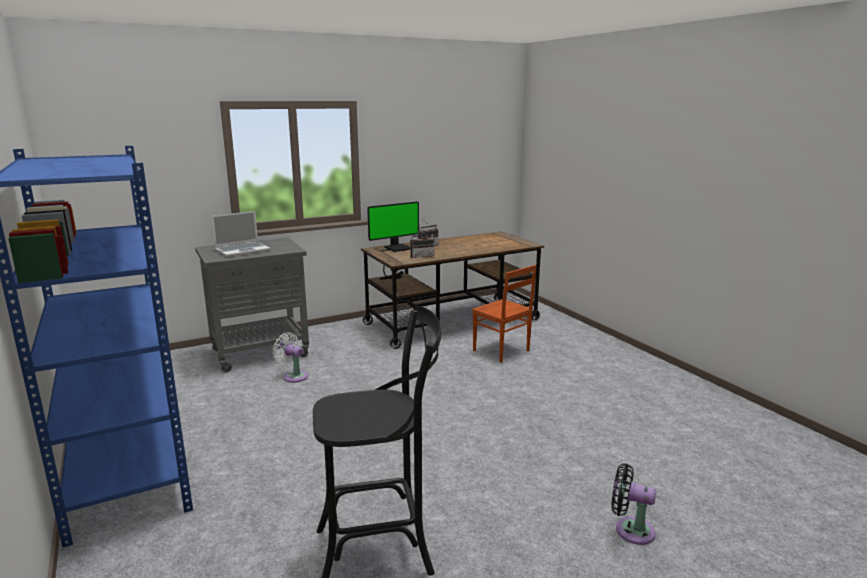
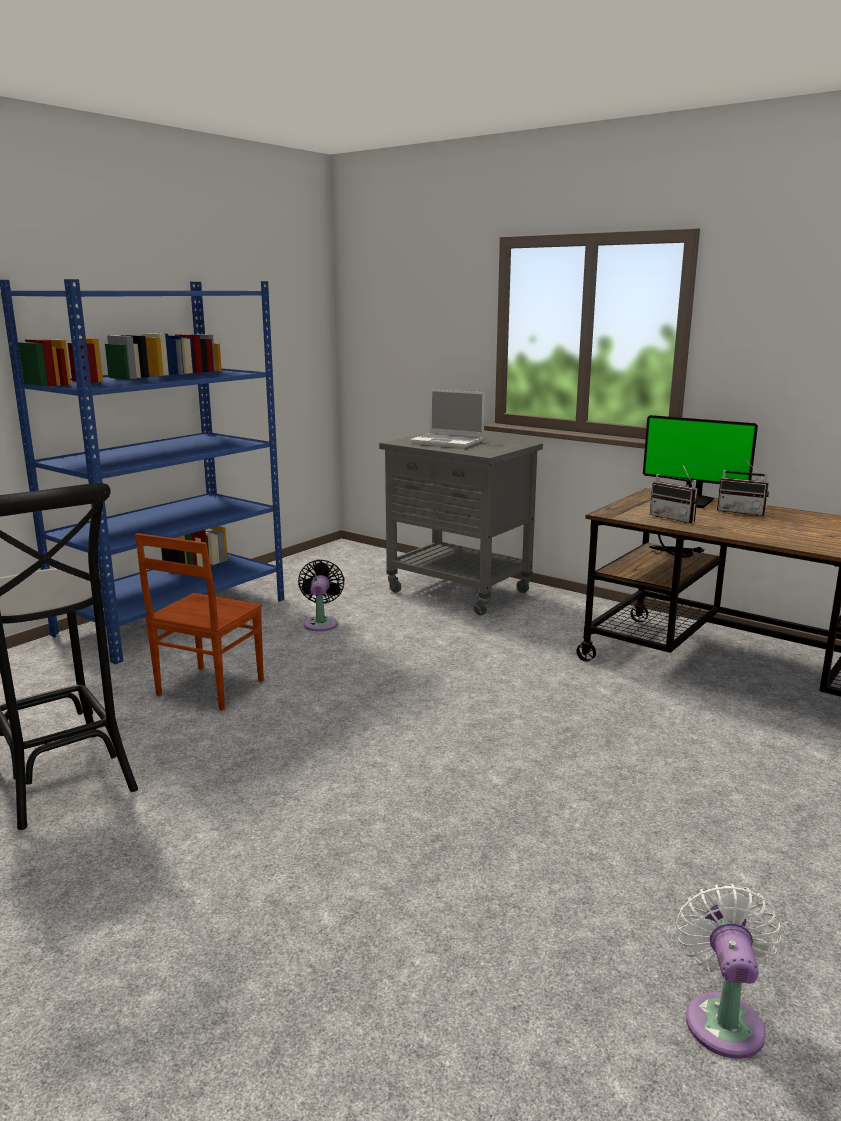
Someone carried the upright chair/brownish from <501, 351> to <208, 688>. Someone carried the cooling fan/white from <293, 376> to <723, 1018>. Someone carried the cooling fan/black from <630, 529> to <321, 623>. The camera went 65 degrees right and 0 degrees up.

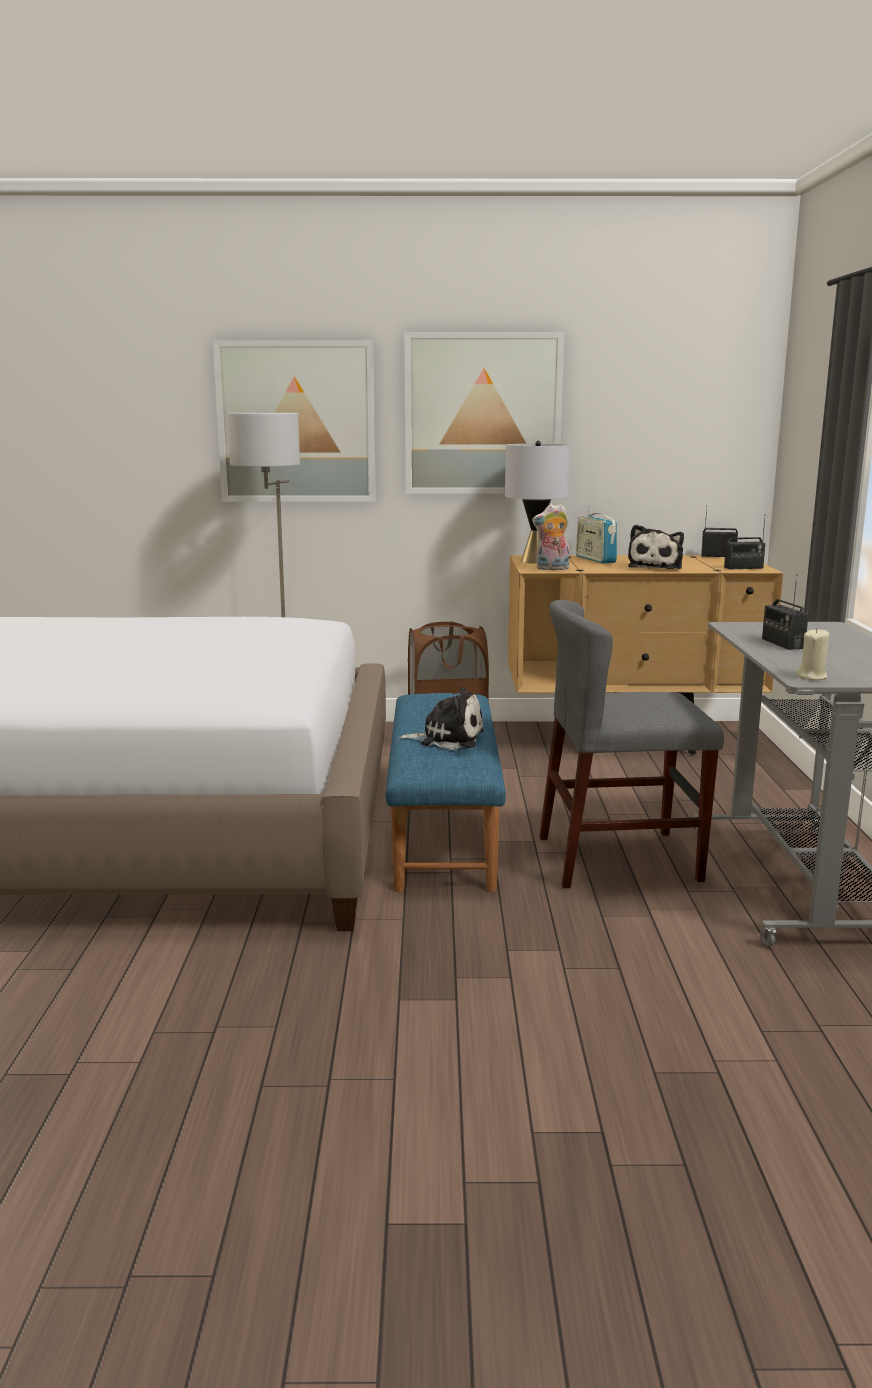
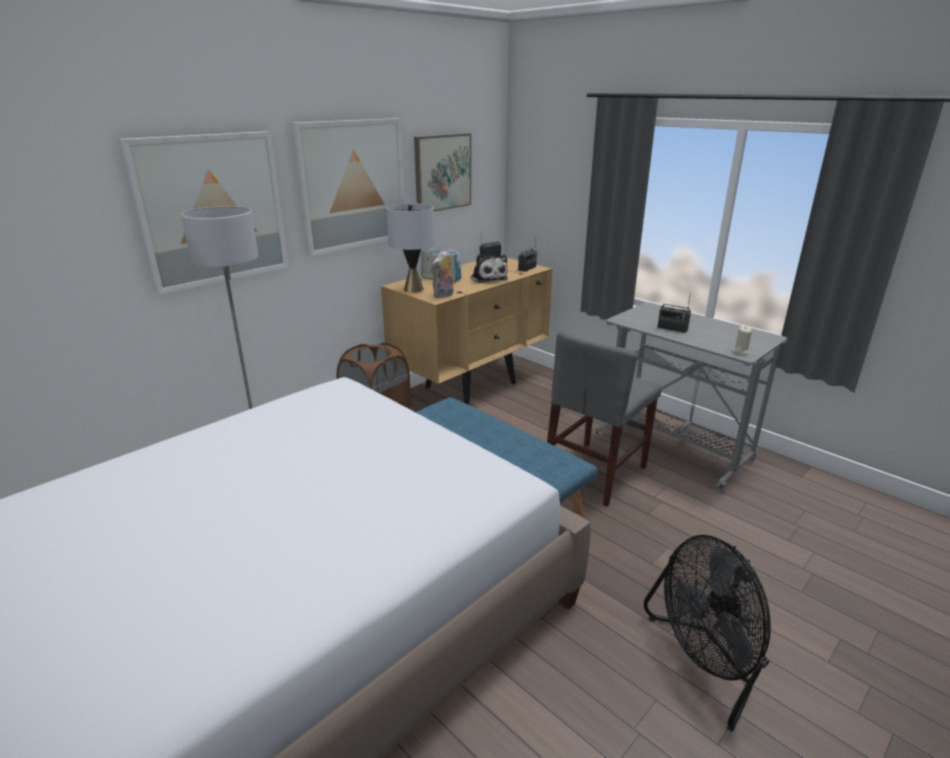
Someone took away the cuddly toy at <447, 738>. Someone put up the wall picture at <442, 172>. Someone put down the cooling fan/black at <707, 658>. The camera went 45 degrees left and 10 degrees up.

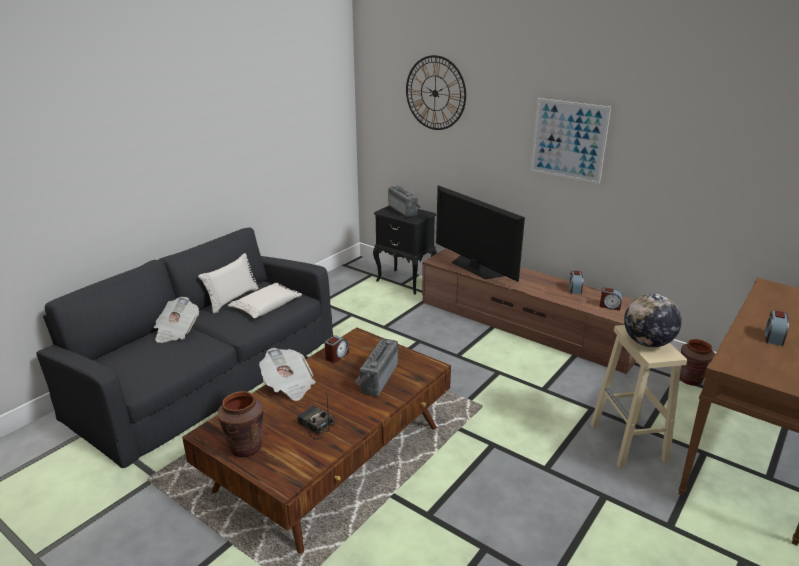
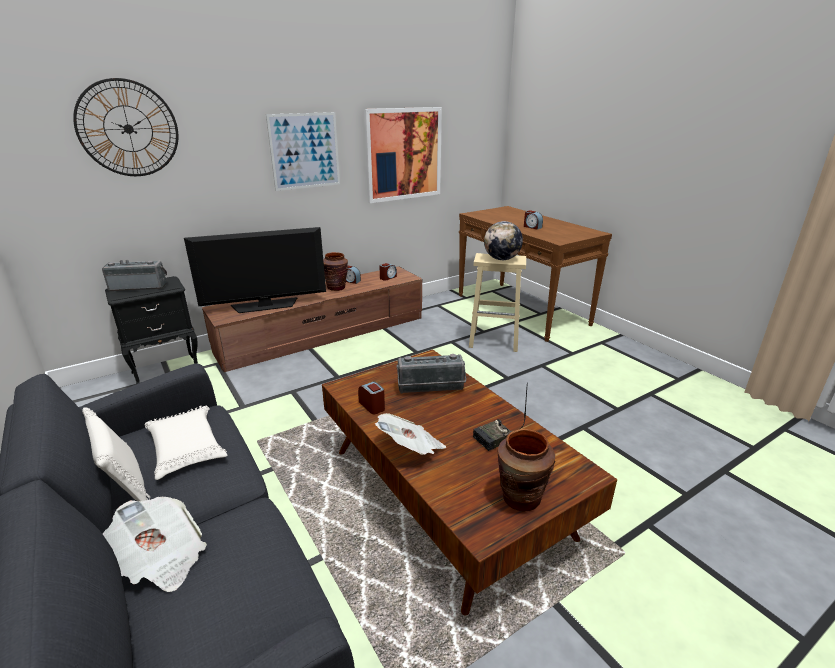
Someone rotated the radio set at <376, 378> by 45 degrees counterclockwise. Someone carried the decorative vase/brownish from <690, 380> to <336, 288>. Someone put up the wall picture at <403, 154>. The camera went 70 degrees left and 0 degrees up.

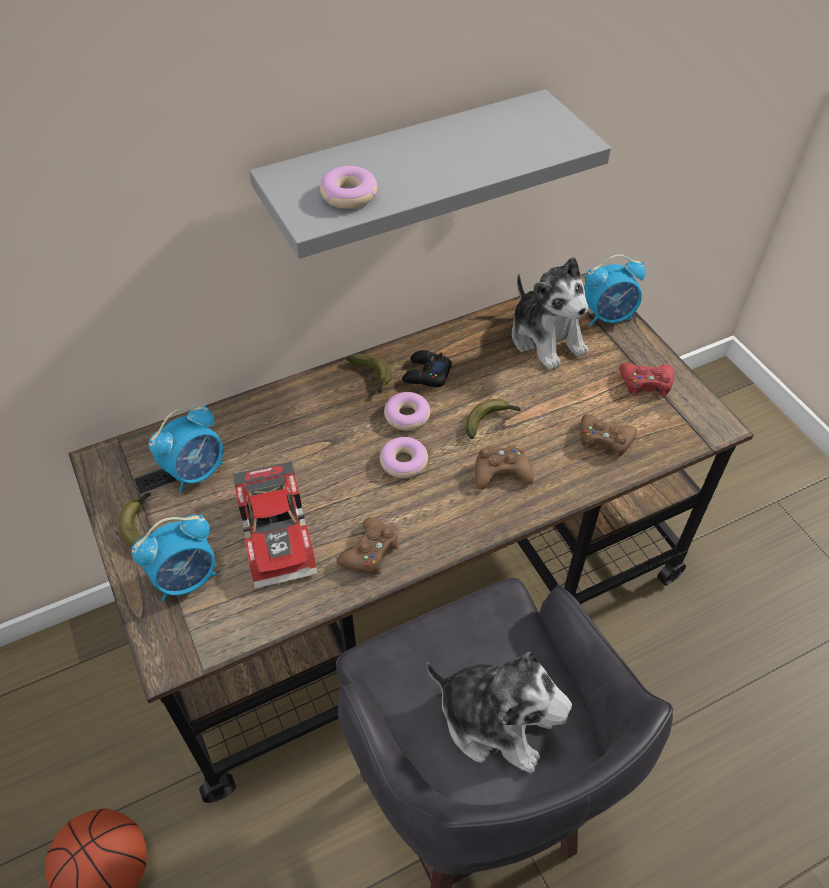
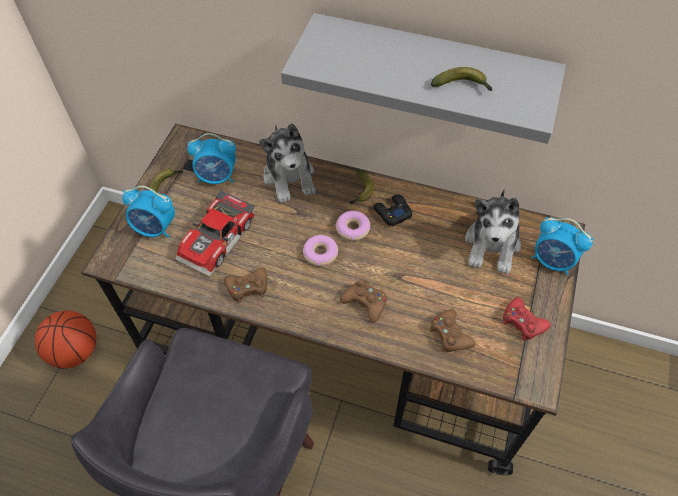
Someone took away the doughnut at <349, 195>. Someone carried the whole banana from <490, 421> to <463, 86>. Someone carried the cuddly toy from <496, 719> to <290, 177>. The camera went 45 degrees right and 5 degrees up.

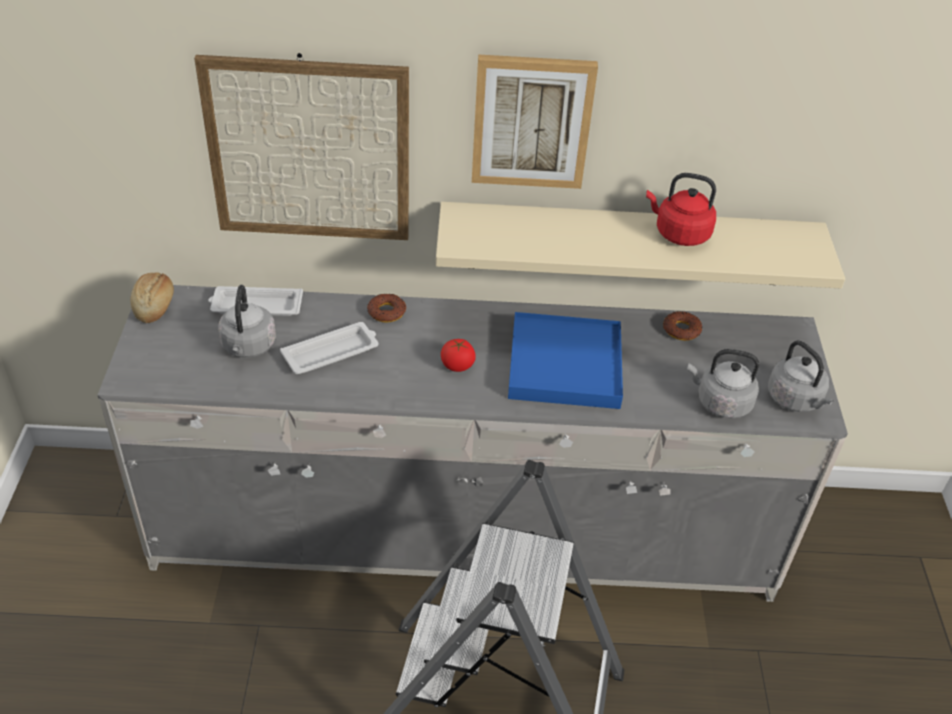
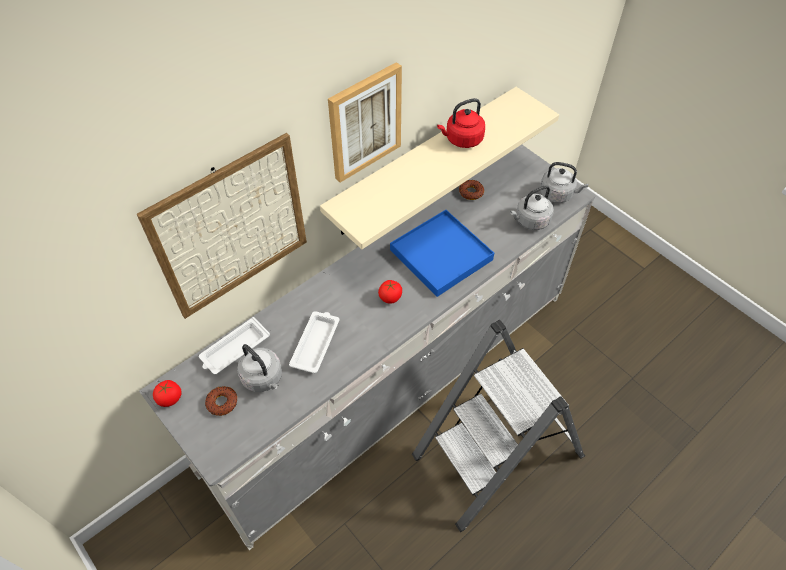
Someone swapped the bakery bread at <155, 305> for the tomato at <170, 398>. Someone carried the doughnut from <386, 312> to <222, 402>. The camera went 40 degrees left and 10 degrees up.

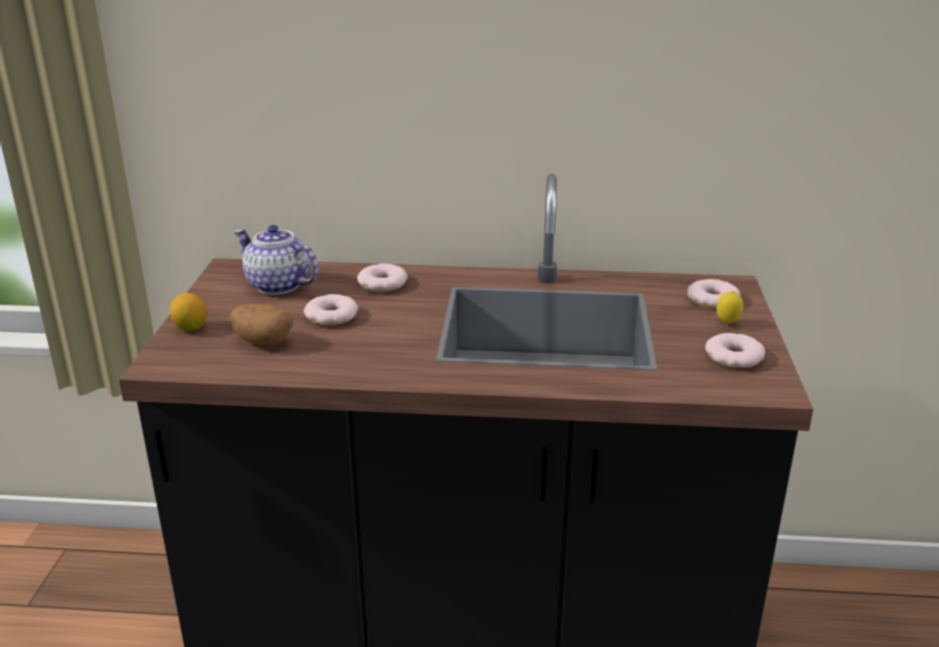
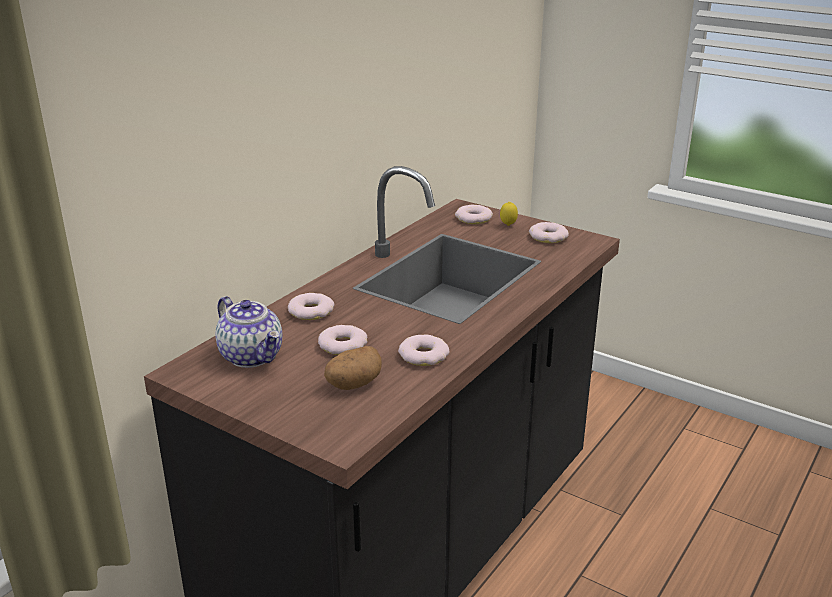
Someone rotated the tea pot at <277, 285> by 105 degrees counterclockwise. Someone took away the lemon at <191, 328>. Someone put down the doughnut at <424, 355>. The camera went 60 degrees left and 0 degrees up.

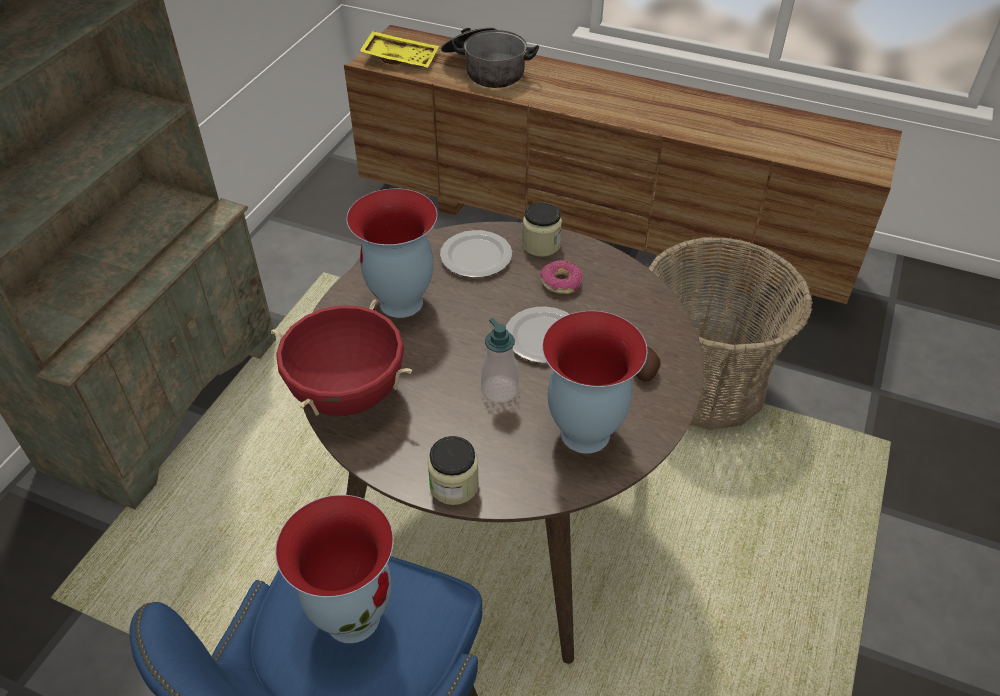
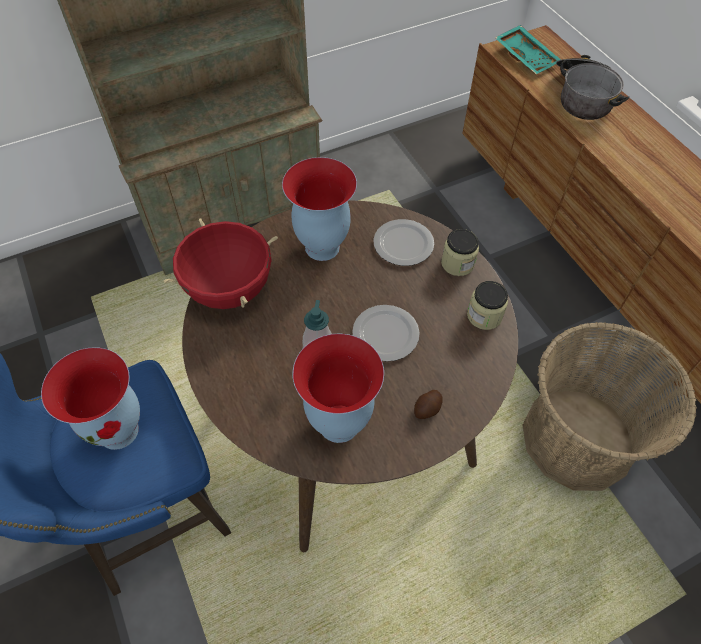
Someone repainted the serving tray/yellow at <401, 58>, which became the serving tray/blue-green at <526, 57>. Someone took away the doughnut at <561, 282>. Someone carried the jar from <454, 485> to <484, 315>. The camera went 40 degrees right and 10 degrees up.

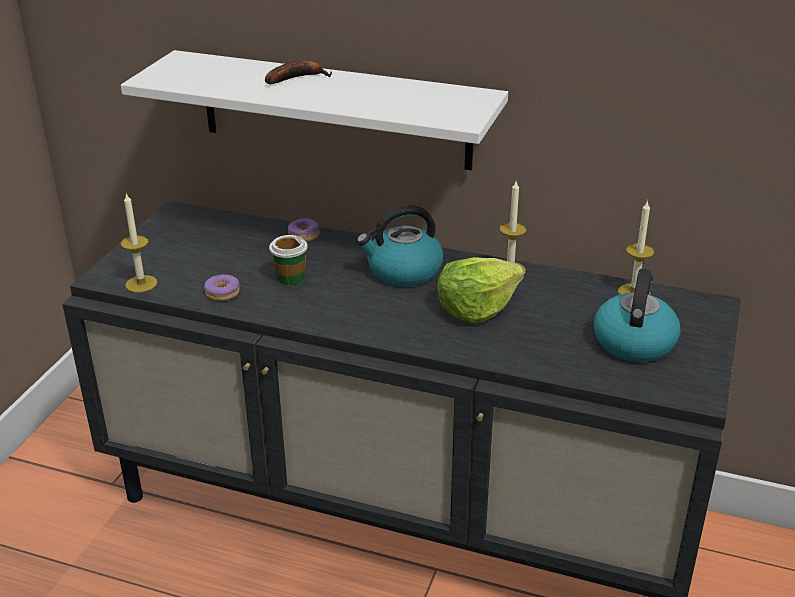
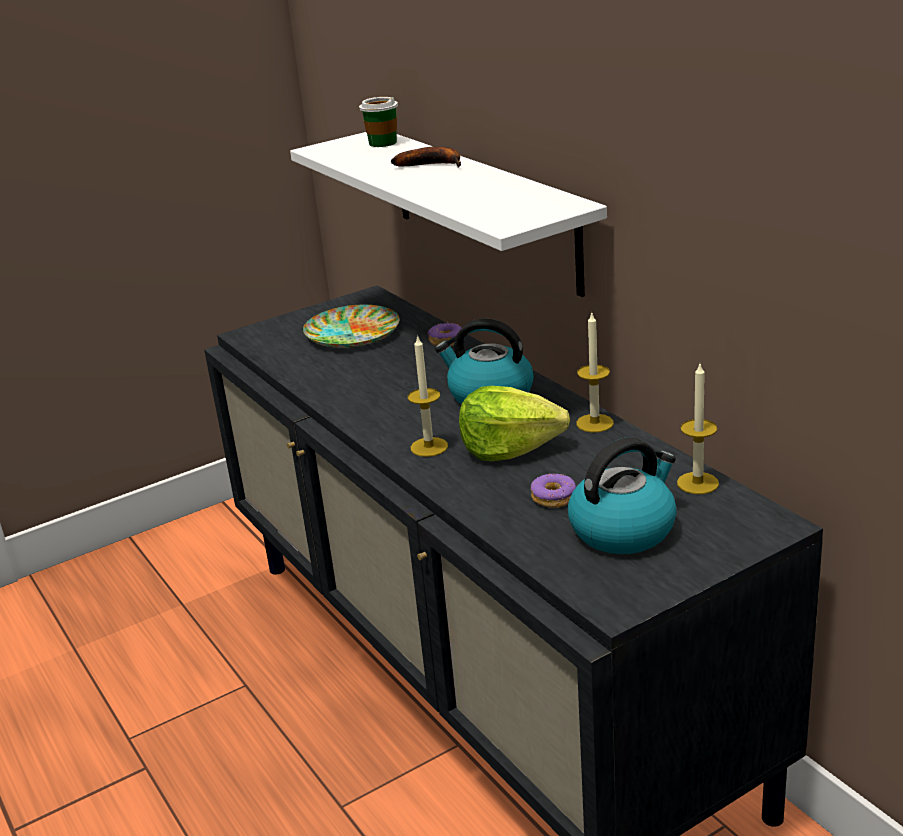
Someone carried the candle from <141, 284> to <429, 447>. Someone carried the drinking cup from <290, 278> to <382, 143>. Someone carried the doughnut from <223, 293> to <554, 498>. Someone put down the dinner plate at <352, 333>. The camera went 40 degrees right and 5 degrees down.

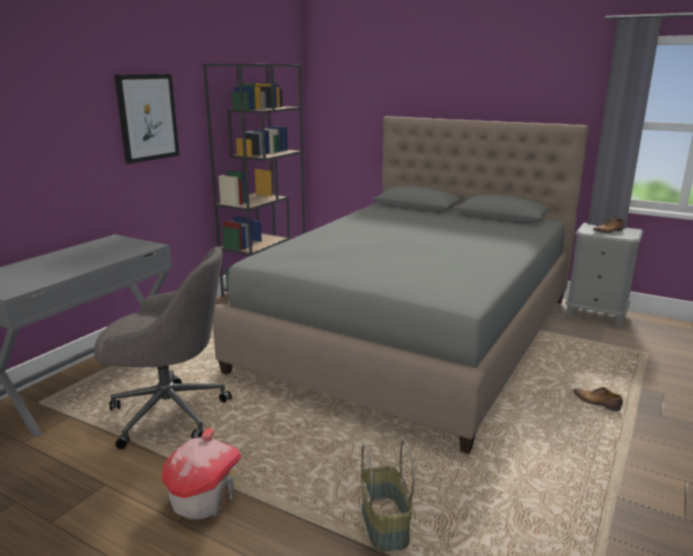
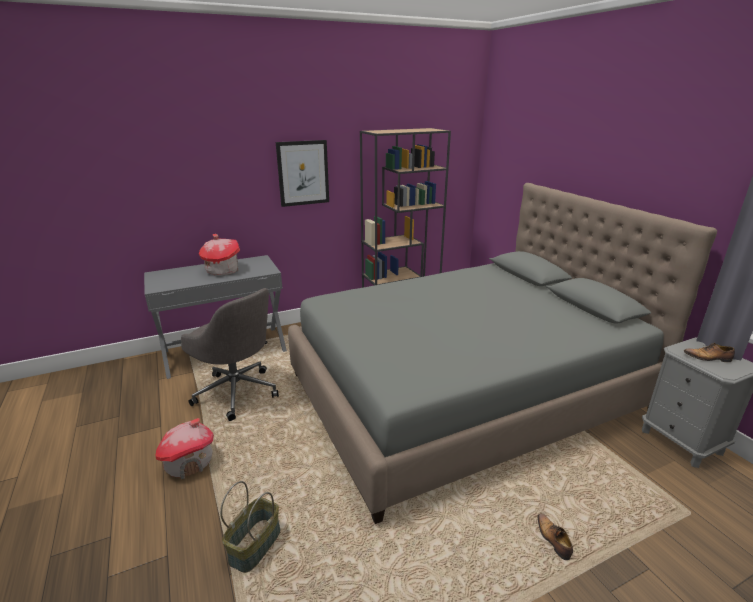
Someone put down the toy house at <223, 270>. The camera went 35 degrees right and 5 degrees up.

